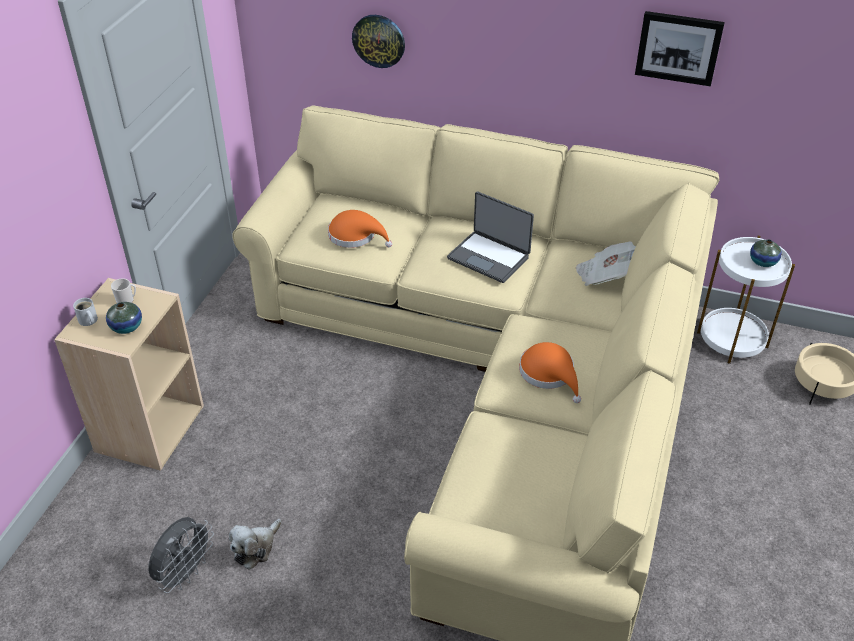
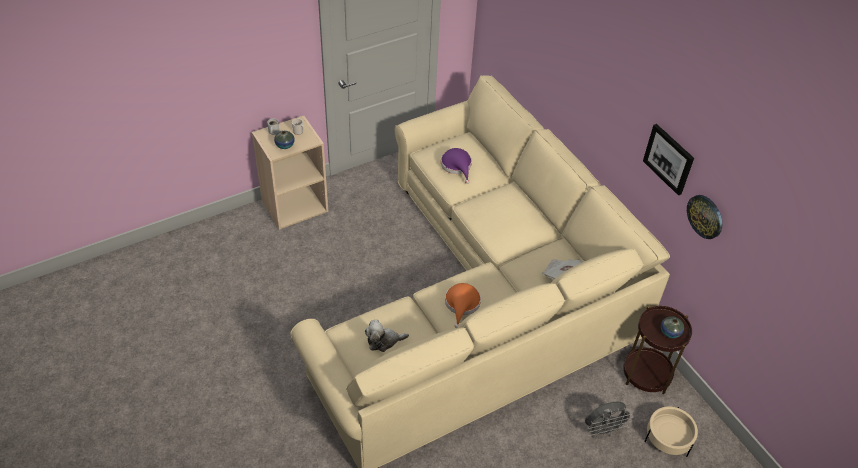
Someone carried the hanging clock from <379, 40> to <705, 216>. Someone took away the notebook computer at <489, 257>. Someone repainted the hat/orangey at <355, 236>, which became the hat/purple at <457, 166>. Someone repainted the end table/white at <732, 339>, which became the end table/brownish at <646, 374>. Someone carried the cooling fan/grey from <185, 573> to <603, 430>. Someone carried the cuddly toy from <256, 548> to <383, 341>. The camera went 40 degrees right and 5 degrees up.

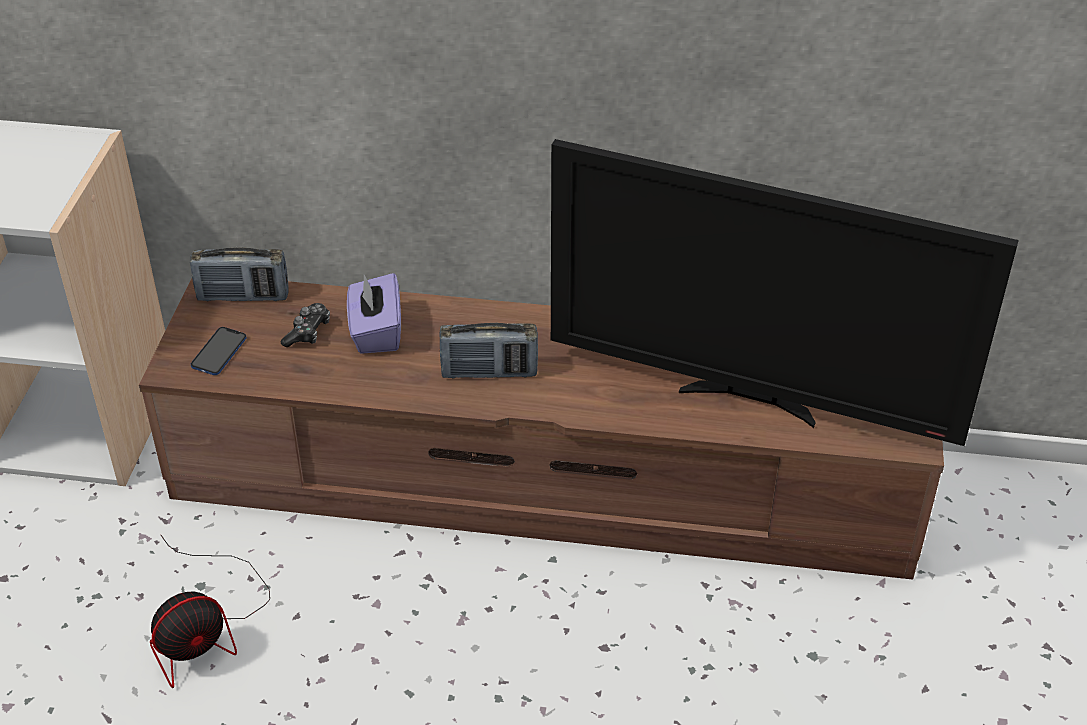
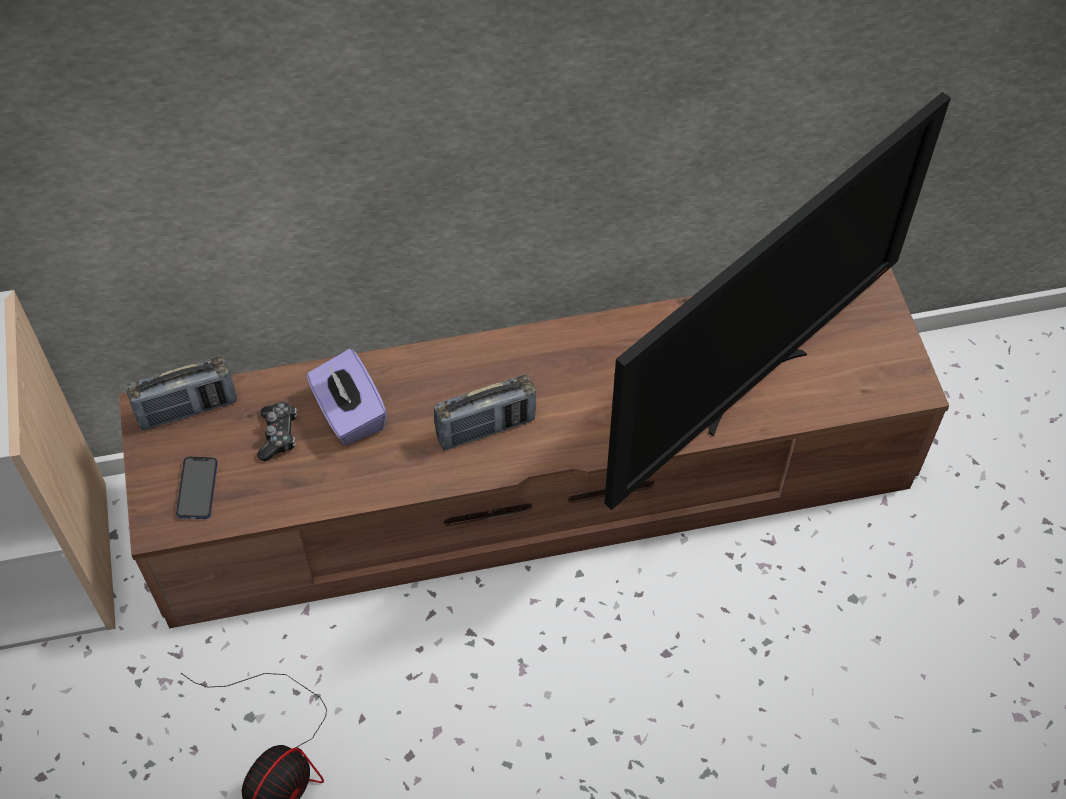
Someone rotated the TV set at <751, 400> by 45 degrees counterclockwise. The camera went 20 degrees left and 15 degrees up.

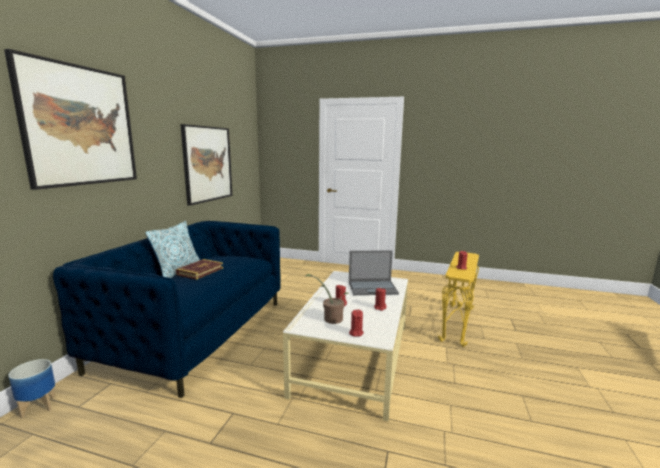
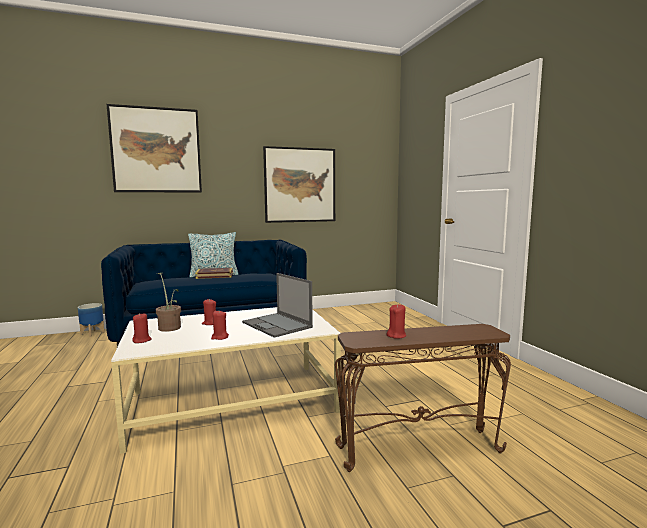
Someone repainted the end table/yellow at <457, 324>, which became the end table/brownish at <419, 450>. The camera went 55 degrees right and 5 degrees down.

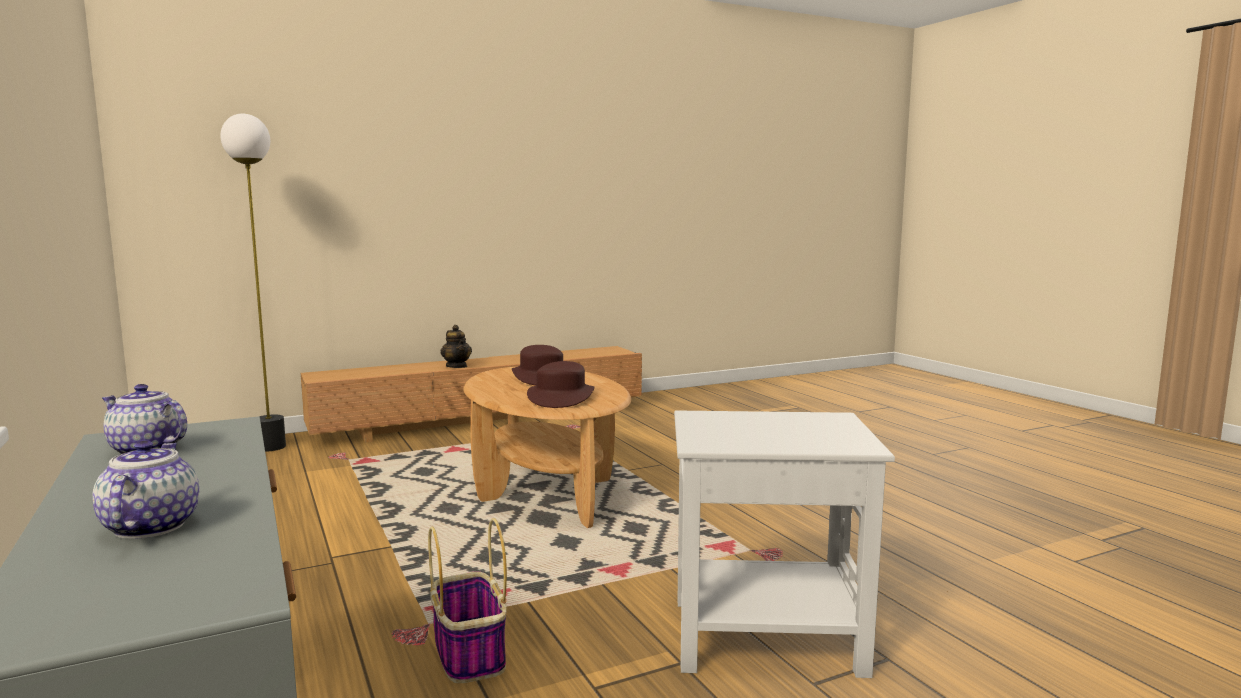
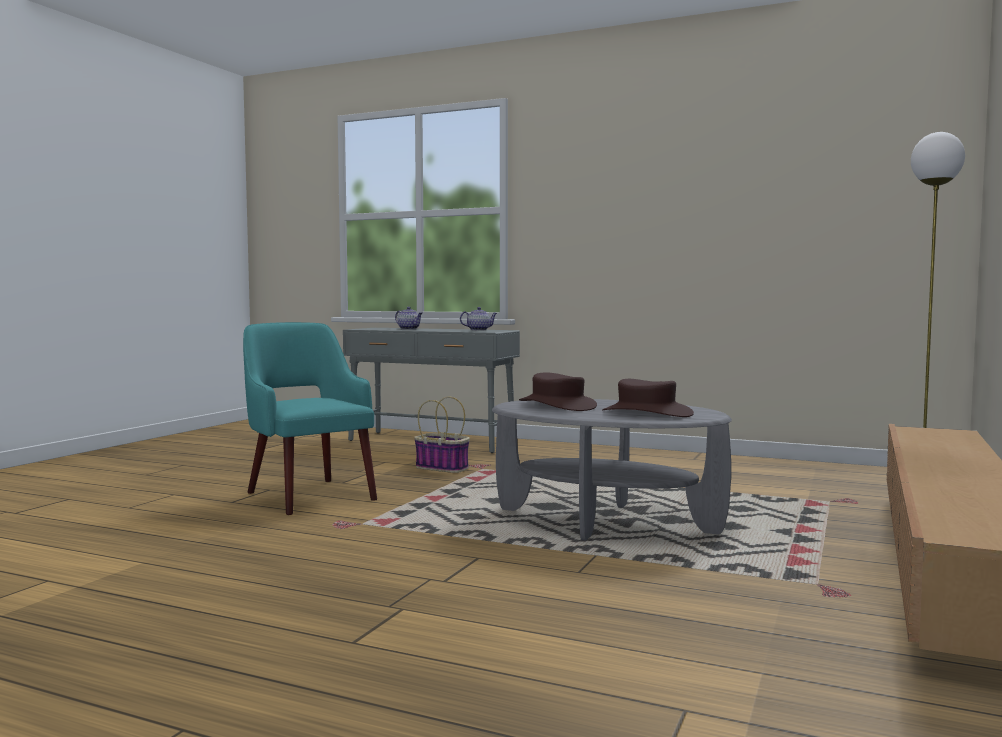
Someone took away the tea pot at <457, 366>. Someone repainted the lounge table/brownish at <546, 490>, which became the lounge table/grey at <605, 521>. Someone swapped the end table/white at <763, 636> for the armchair/blue-green at <309, 495>. The camera went 140 degrees right and 5 degrees down.

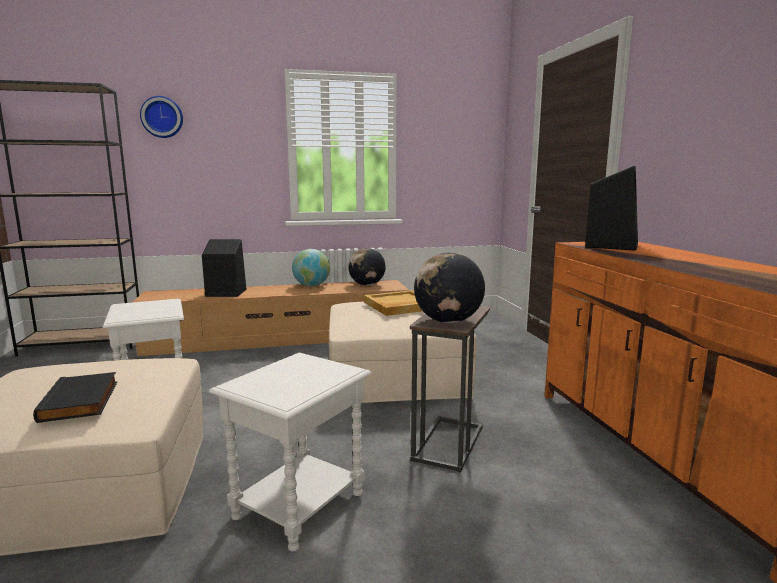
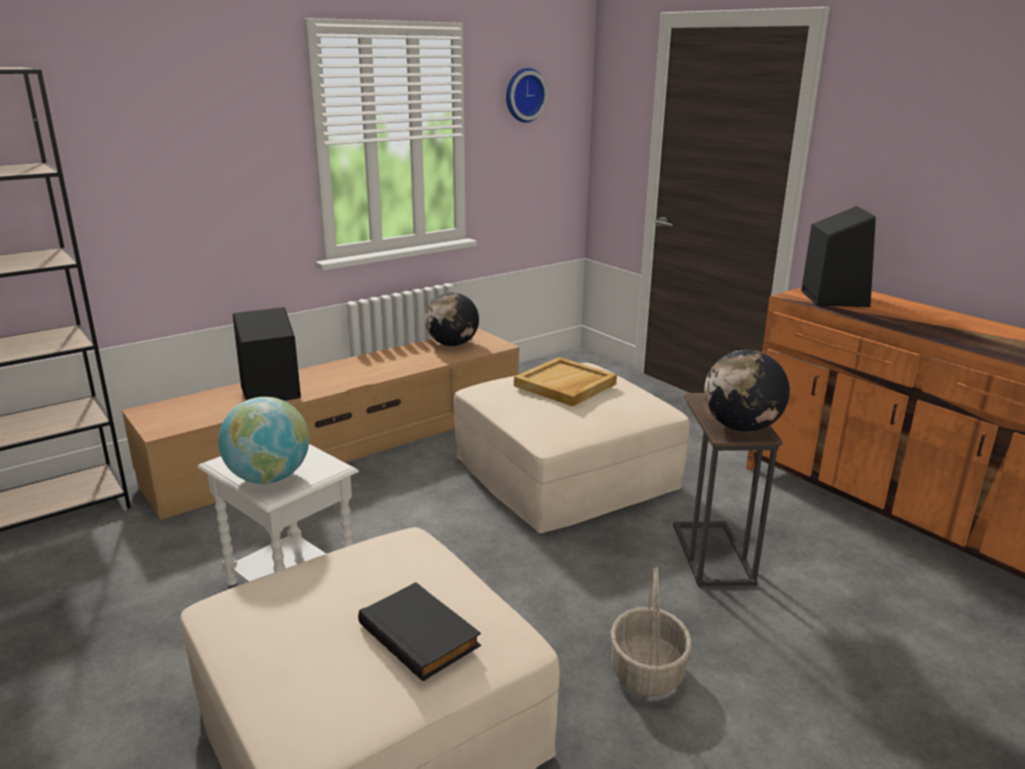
Someone carried the hanging clock from <162, 117> to <523, 95>. Someone carried the world globe from <311, 286> to <269, 478>. Someone swapped the end table/white at <301, 505> for the basket at <648, 672>. The camera went 25 degrees left and 10 degrees up.

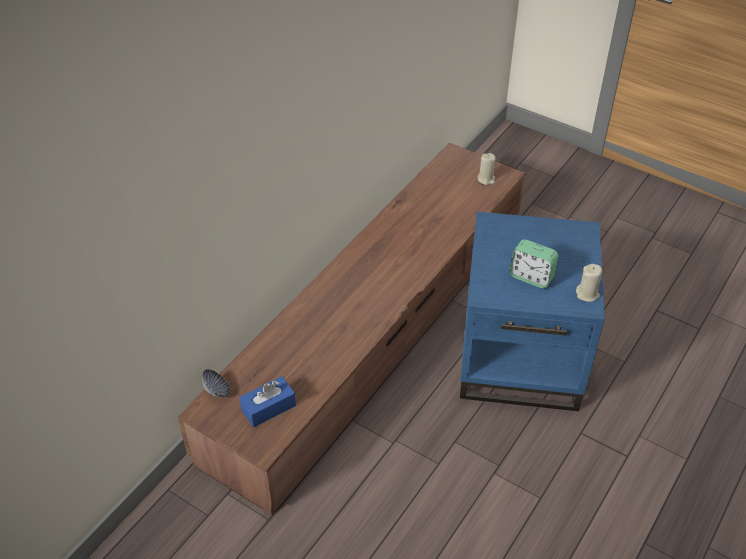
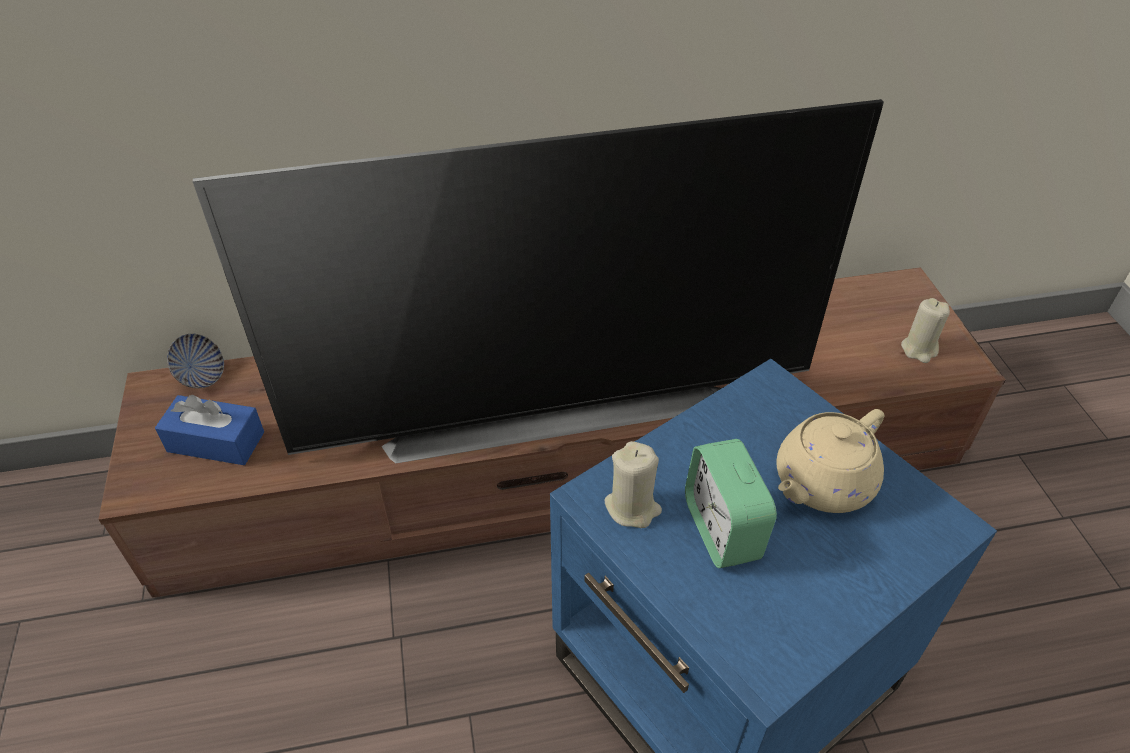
Someone carried the candle/beige-coloured from <587, 294> to <632, 507>. Someone put down the TV set at <555, 402>. Someone put down the tea pot/beige-coloured at <821, 483>. The camera went 45 degrees right and 0 degrees up.

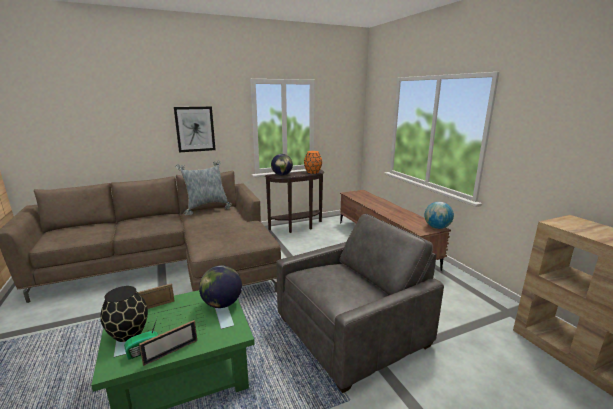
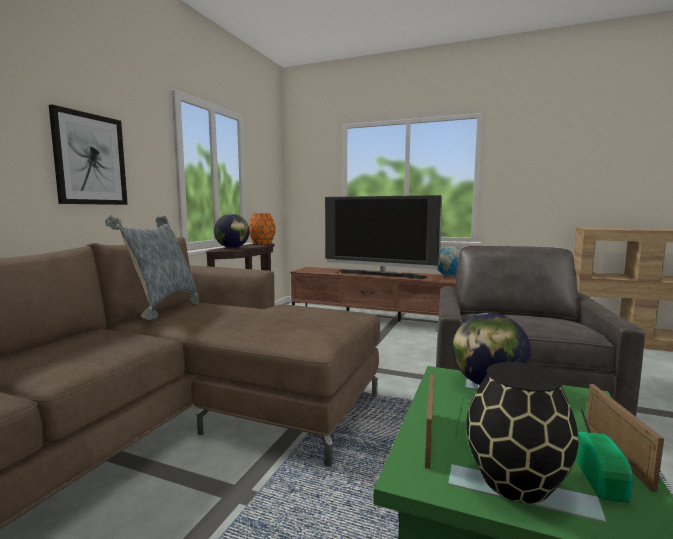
Someone put down the TV set at <381, 274>. The camera went 45 degrees left and 10 degrees down.

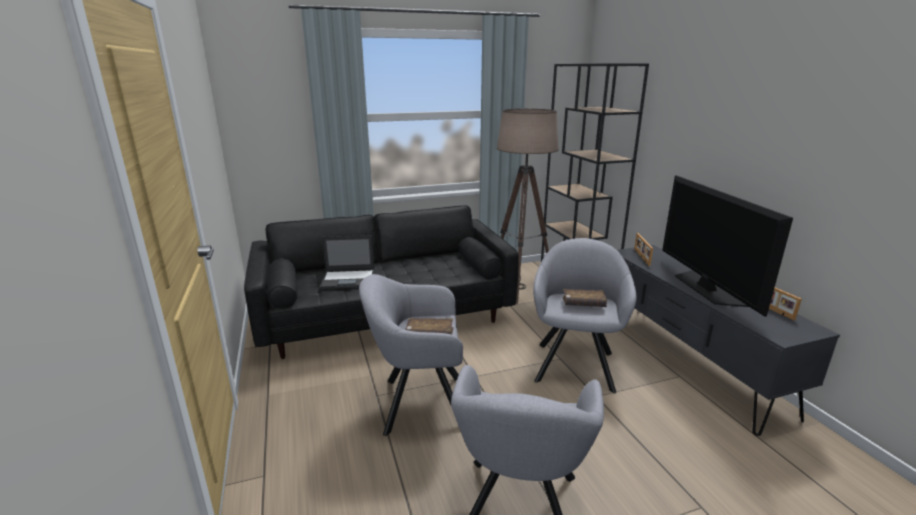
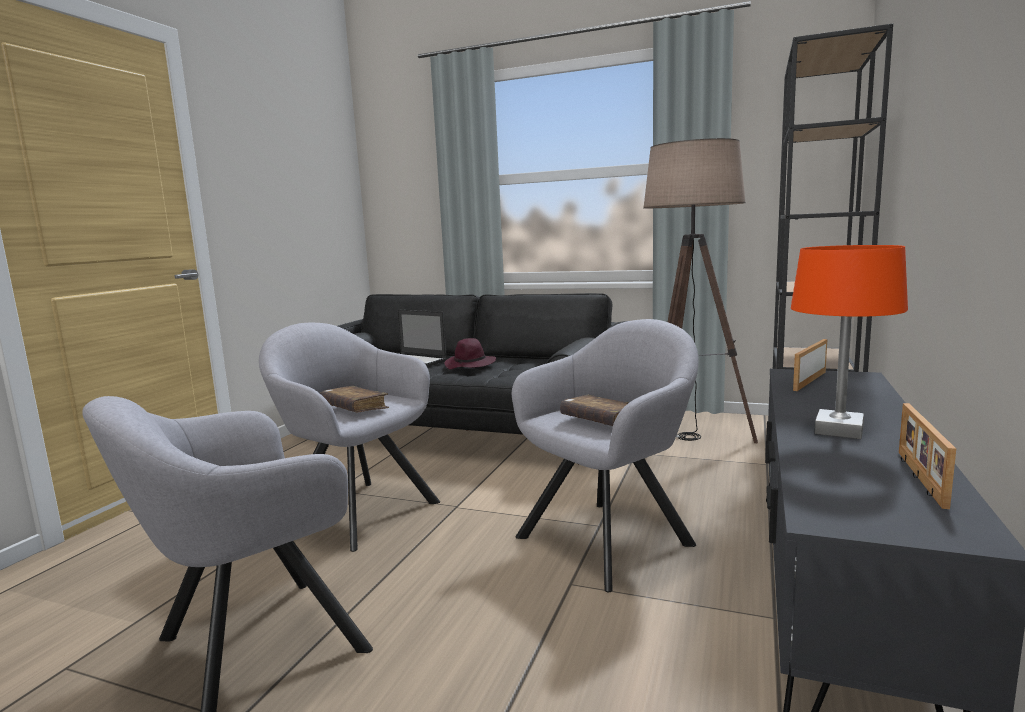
Someone swapped the TV set at <706, 288> for the table lamp/orangey at <839, 430>. Someone put down the hat/purple at <470, 365>. The camera went 40 degrees right and 10 degrees down.

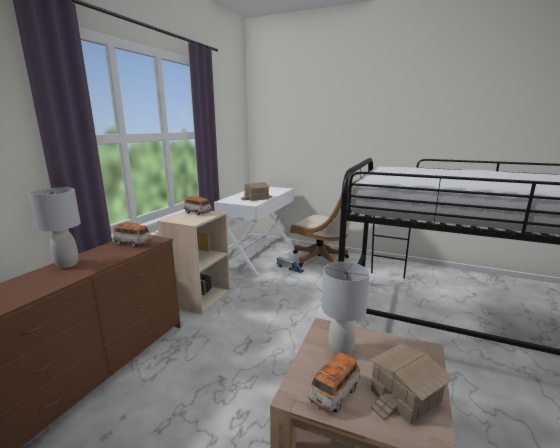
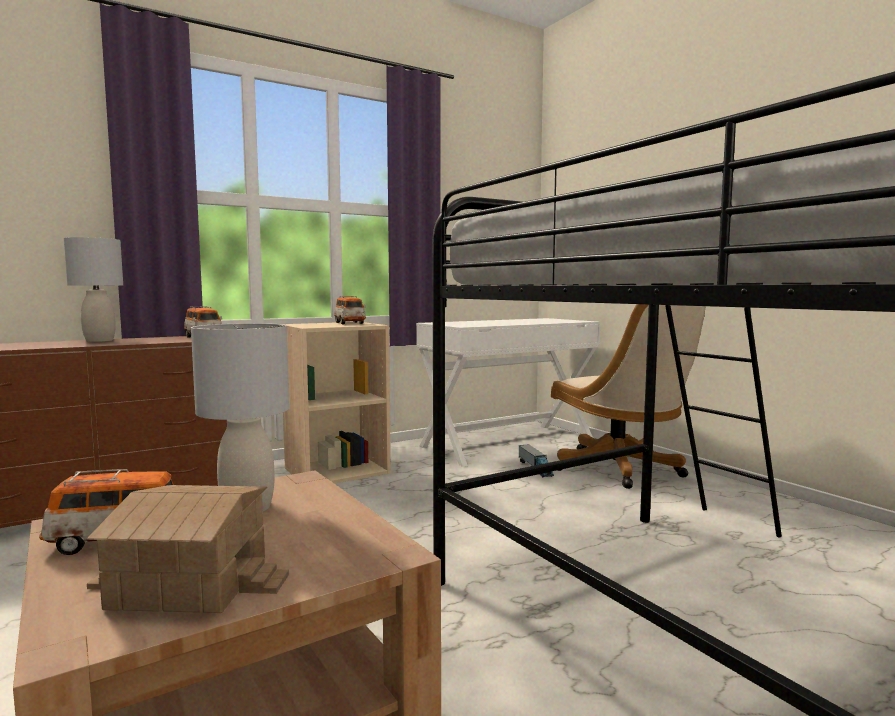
Someone took away the toy house at <256, 198>. The camera went 35 degrees right and 10 degrees down.

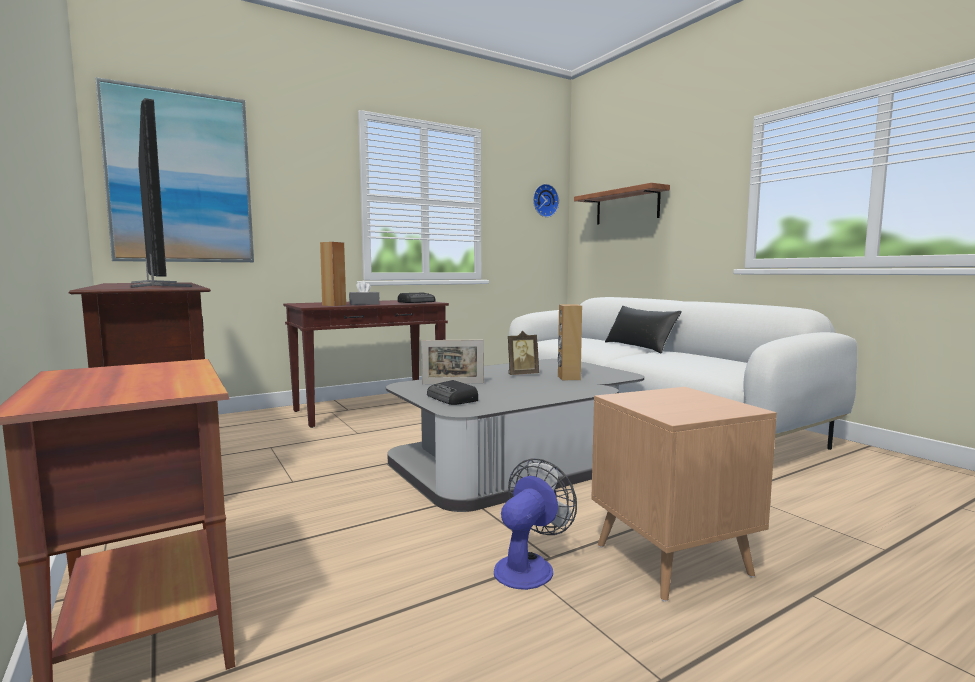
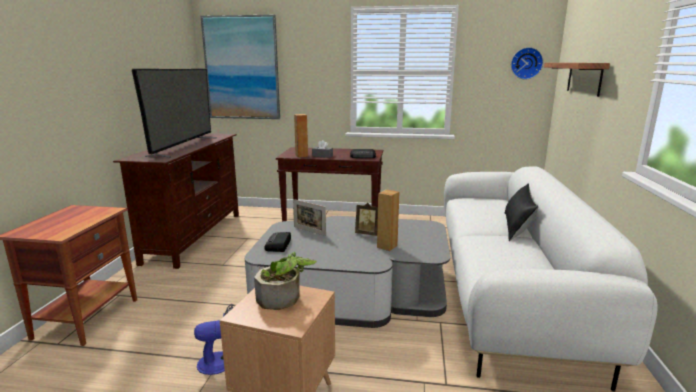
Someone put down the houseplant at <284, 298>. The camera went 40 degrees right and 10 degrees up.

